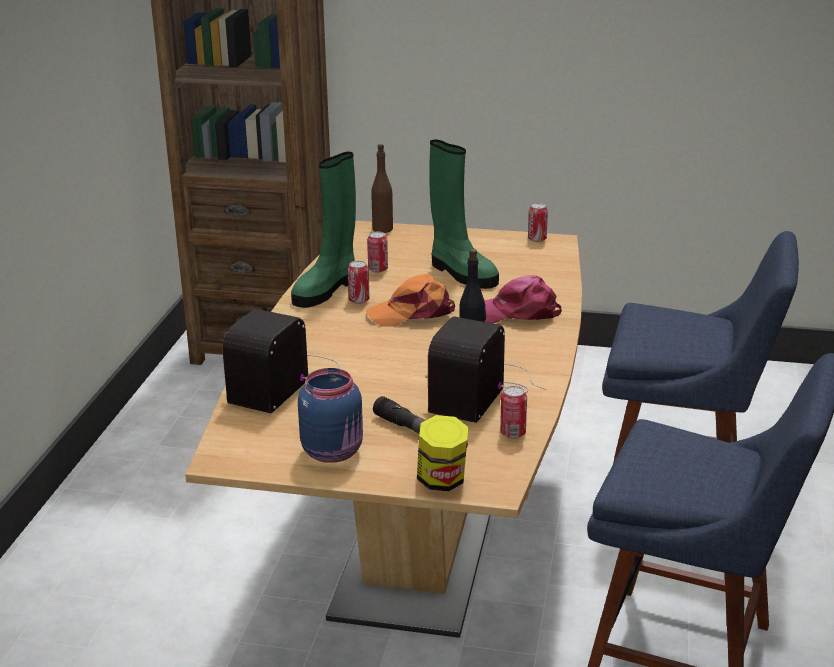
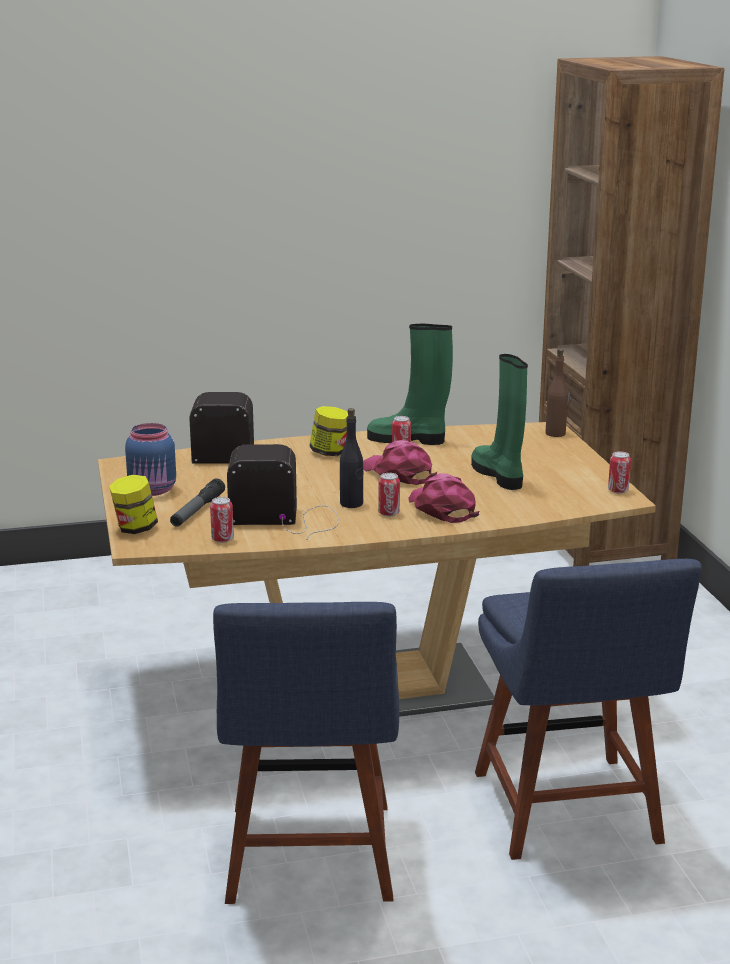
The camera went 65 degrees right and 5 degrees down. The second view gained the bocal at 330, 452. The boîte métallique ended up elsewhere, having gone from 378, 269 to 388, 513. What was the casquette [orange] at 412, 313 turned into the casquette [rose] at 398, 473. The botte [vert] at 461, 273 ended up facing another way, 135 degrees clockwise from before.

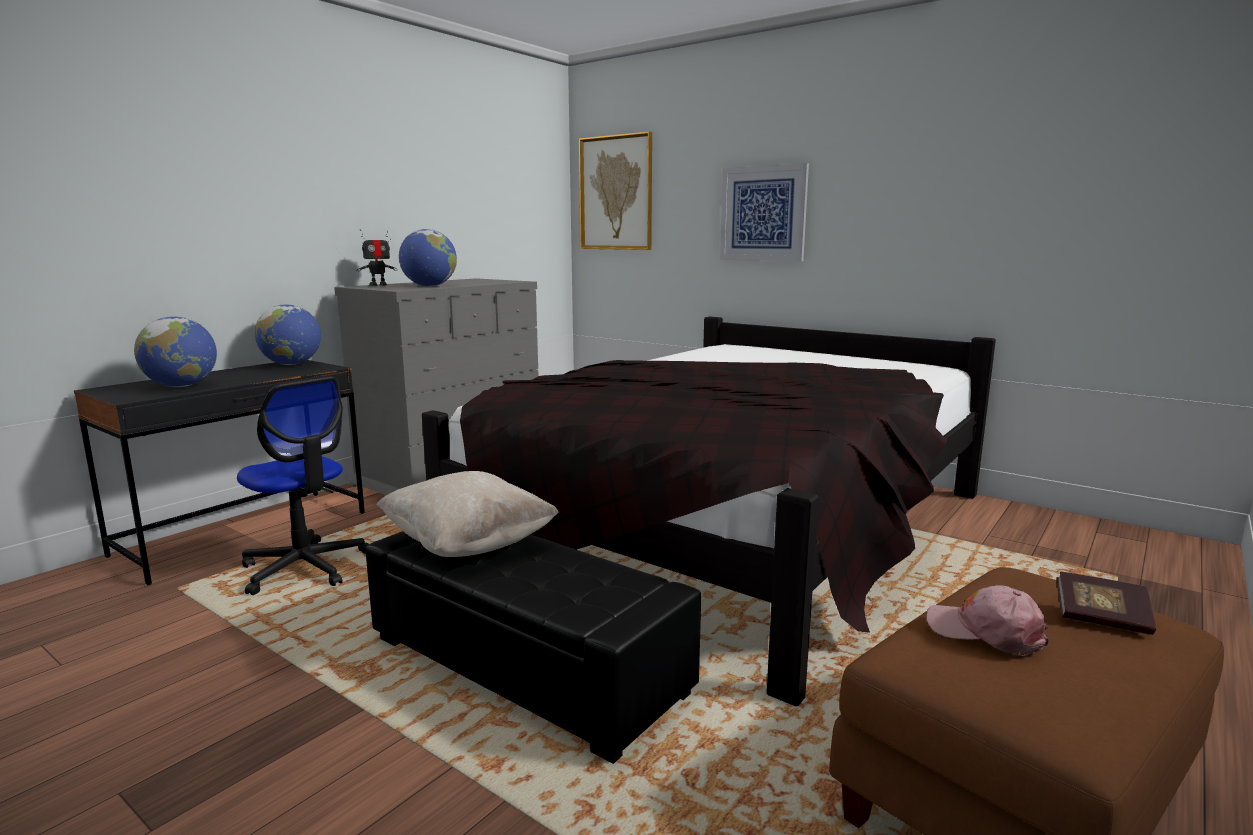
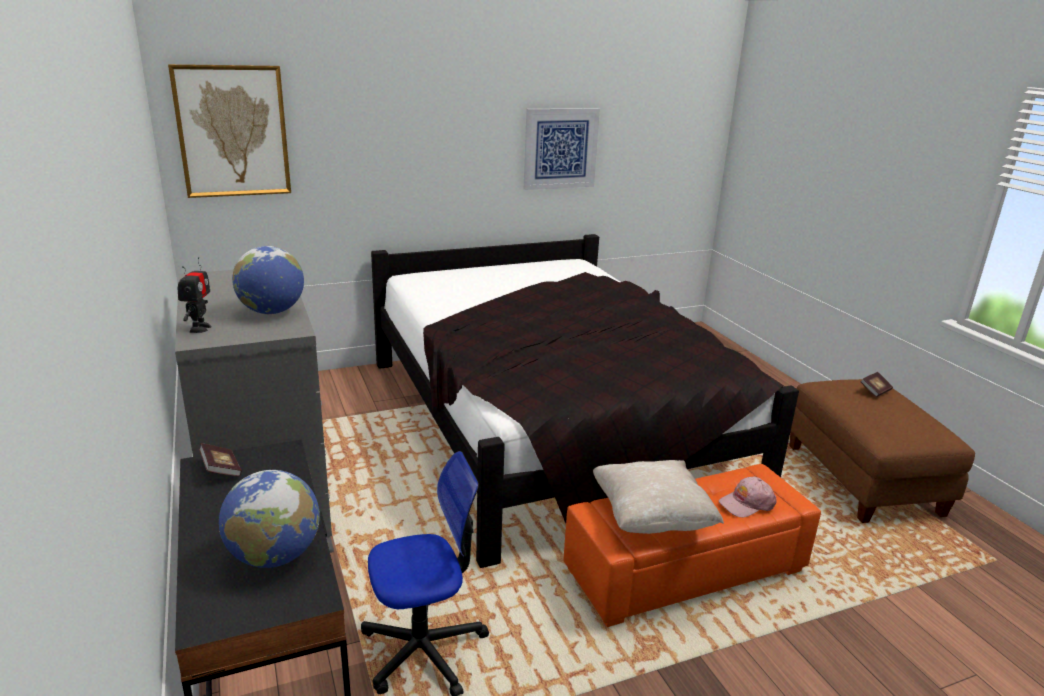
The camera went 60 degrees left and 10 degrees up. The tableau ended up elsewhere, having gone from 763, 214 to 560, 148. The casquette [rose] ended up elsewhere, having gone from 985, 632 to 746, 503. Where the globe stood at 291, 364, the livre came to stand at 221, 470. What was the pouf [noir] at 526, 666 turned into the pouf [orange] at 684, 570.

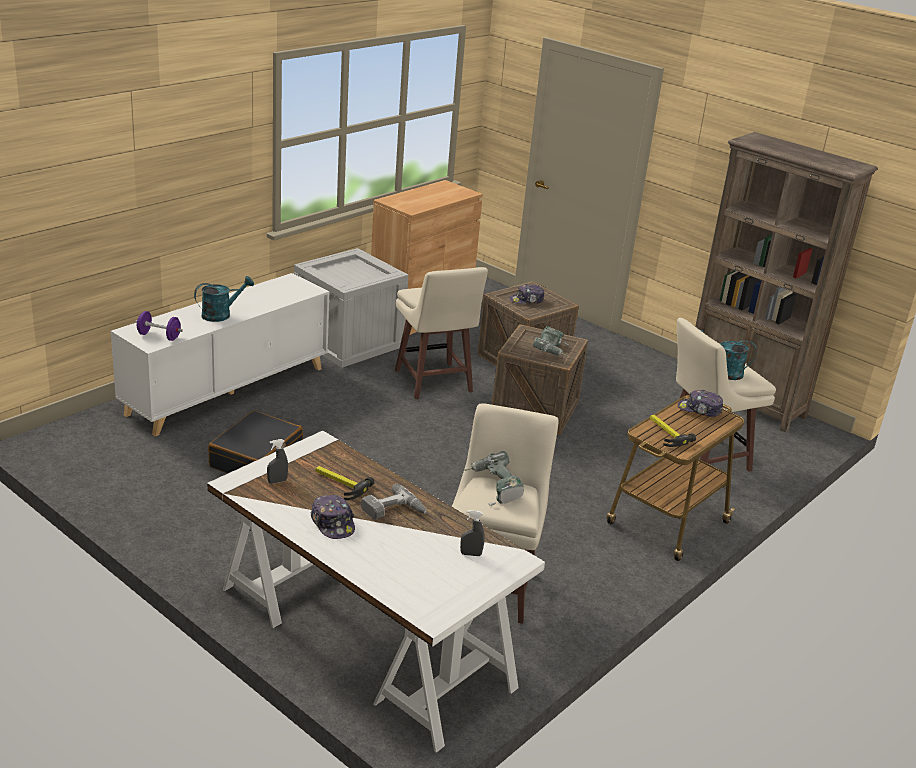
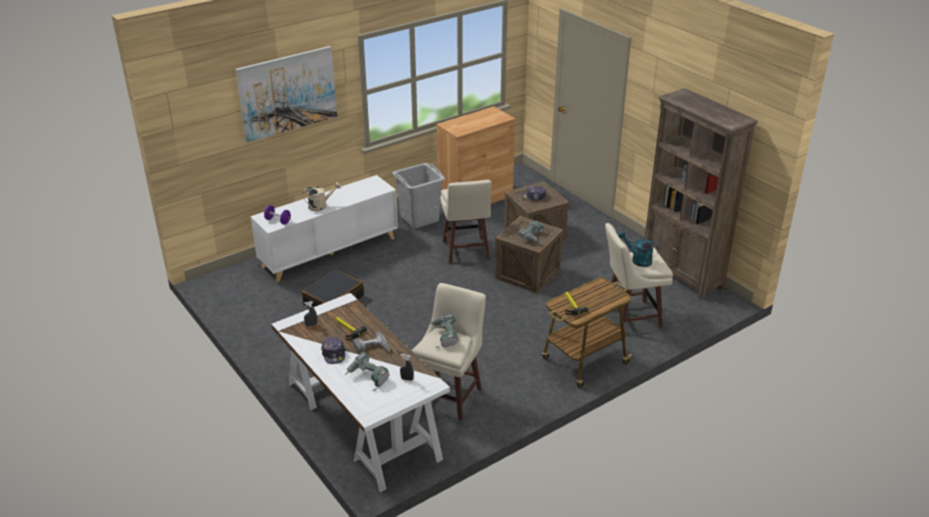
The camera went 15 degrees right and 5 degrees up. The second view lost the casquette at 699, 410. The second view gained the tableau at 287, 93. The second view gained the perceuse at 367, 378. Where the caisse stood at 350, 342, the panier à linge [gris] came to stand at 420, 219. What was the arrosoir [turquoise] at 221, 314 turned into the arrosoir [beige] at 321, 206.

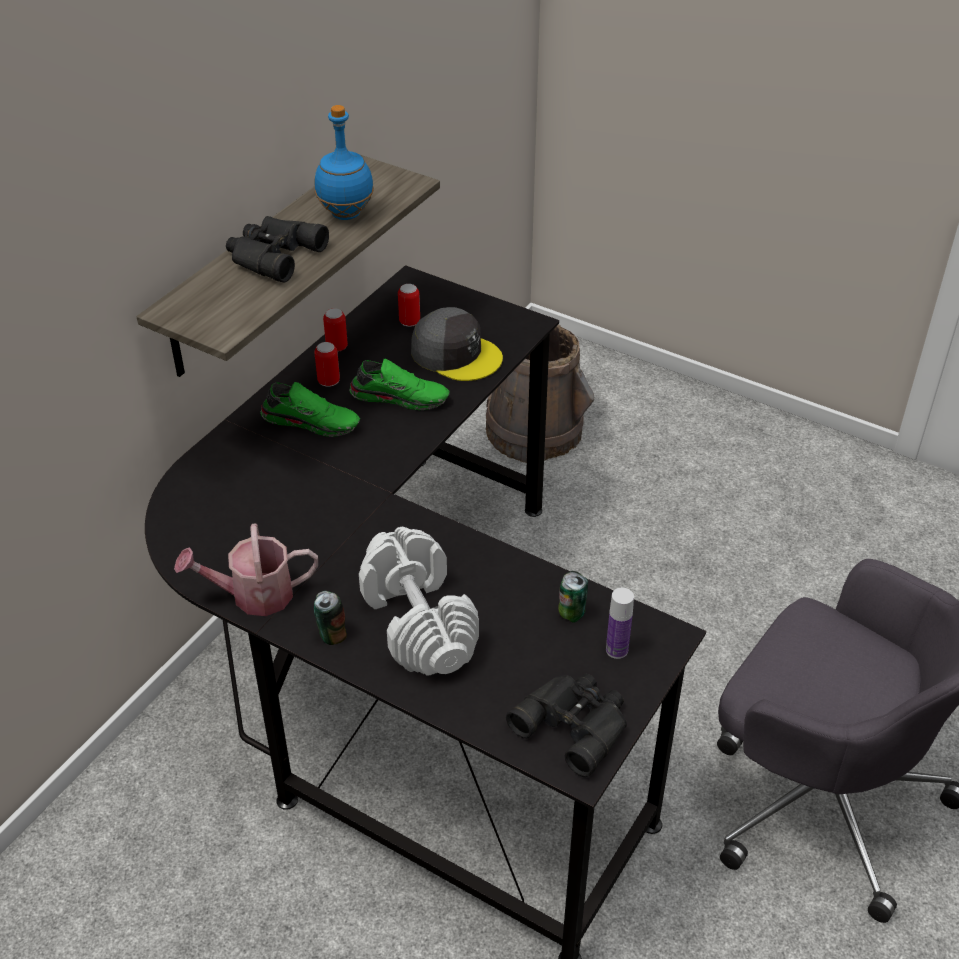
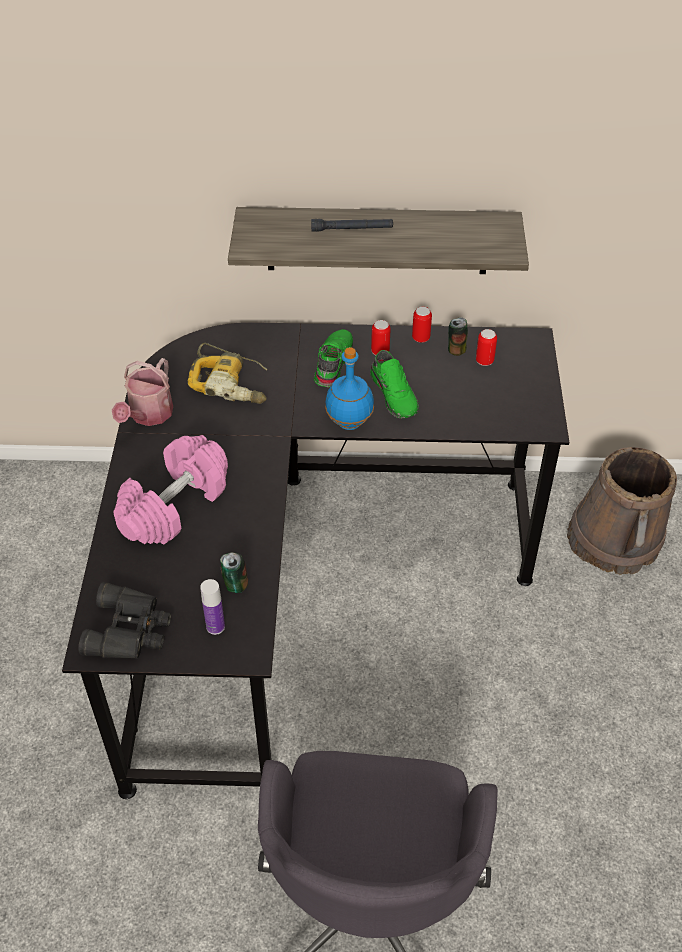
The camera went 60 degrees right and 5 degrees up. The second view lost the casquette [gris] at 456, 354. The second view gained the perceuse at 231, 382. The bouteille [bleu] ended up elsewhere, having gone from 346, 213 to 350, 422. The boîte métallique ended up elsewhere, having gone from 331, 635 to 456, 349. Where the jumelles [noir] stood at 272, 255, the lampe de poche [noir] came to stand at 352, 229. What was the haltère [blanc] at 418, 622 turned into the haltère [rose] at 174, 505. The arrosoir at 253, 595 ended up facing another way, 120 degrees counterclockwise from before. The chaussure [vert] at 312, 421 ended up facing another way, 150 degrees counterclockwise from before.

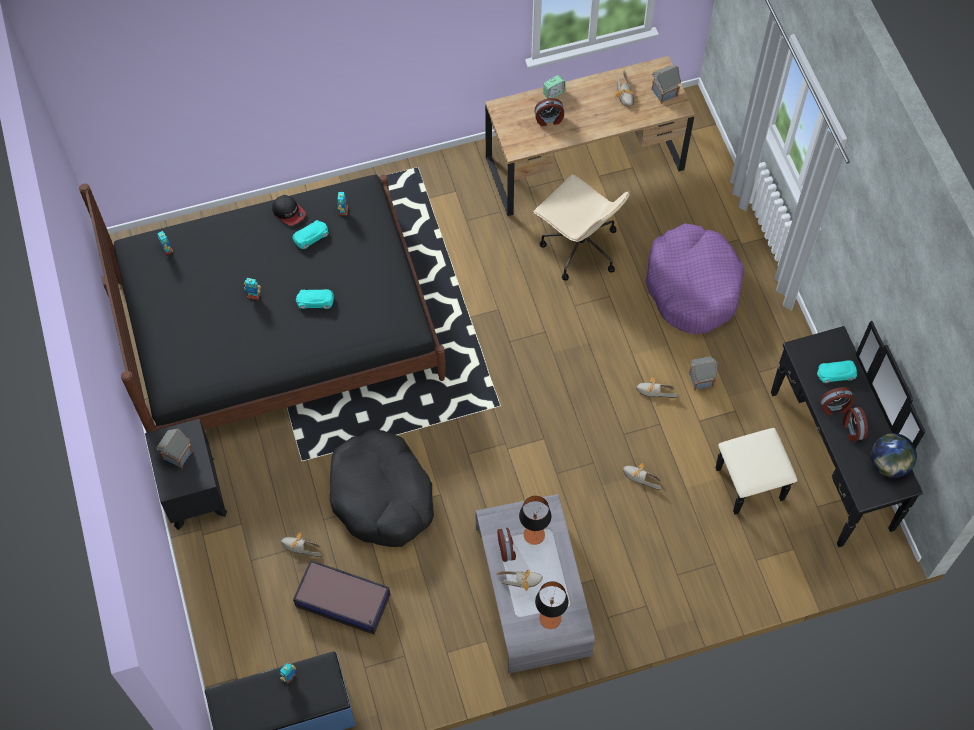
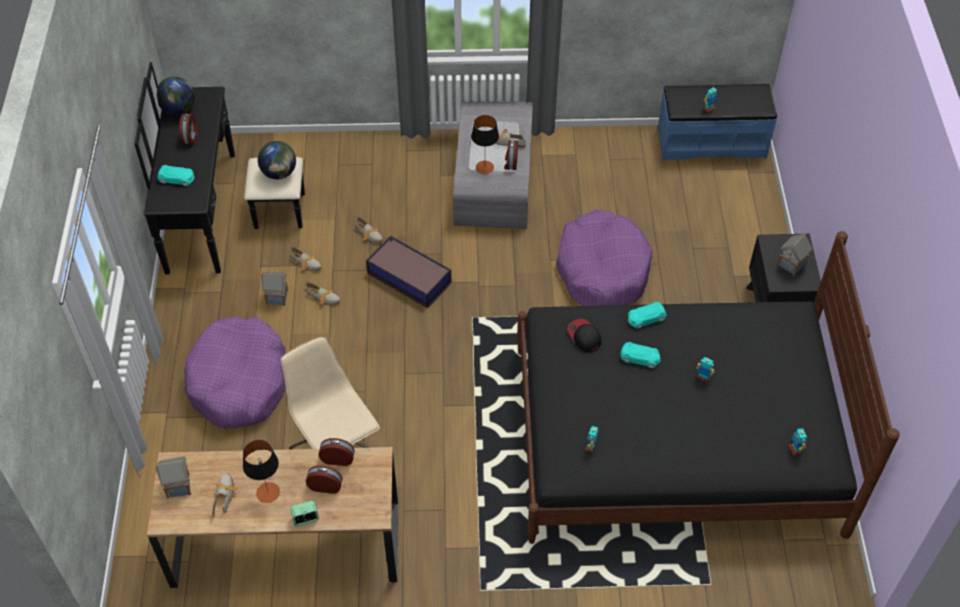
The camera went 165 degrees left and 10 degrees down. The second view gained the globe at 279, 173. The casquette ended up elsewhere, having gone from 289, 212 to 584, 336. The chaussure ended up elsewhere, having gone from 300, 546 to 307, 263. The petite voiture [turquoise] ended up elsewhere, having gone from 311, 236 to 646, 318. The boîte de rangement ended up elsewhere, having gone from 344, 601 to 408, 277. The lampe de table ended up elsewhere, having gone from 550, 618 to 268, 492. The réveil ended up elsewhere, having gone from 834, 407 to 338, 458. What was the panier pour chien [noir] at 382, 495 turned into the panier pour chien [violet] at 602, 270.

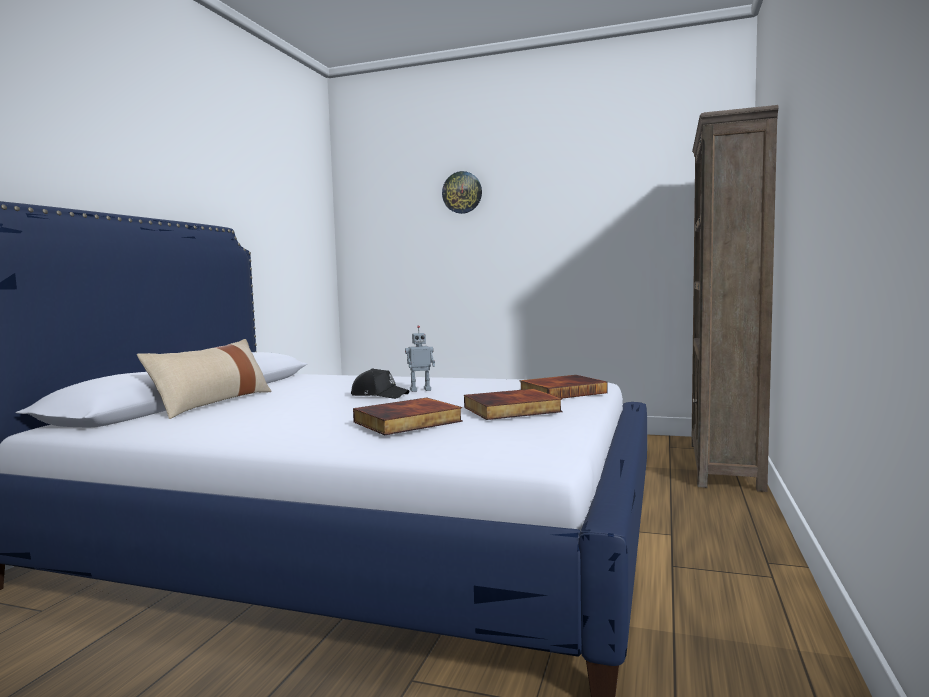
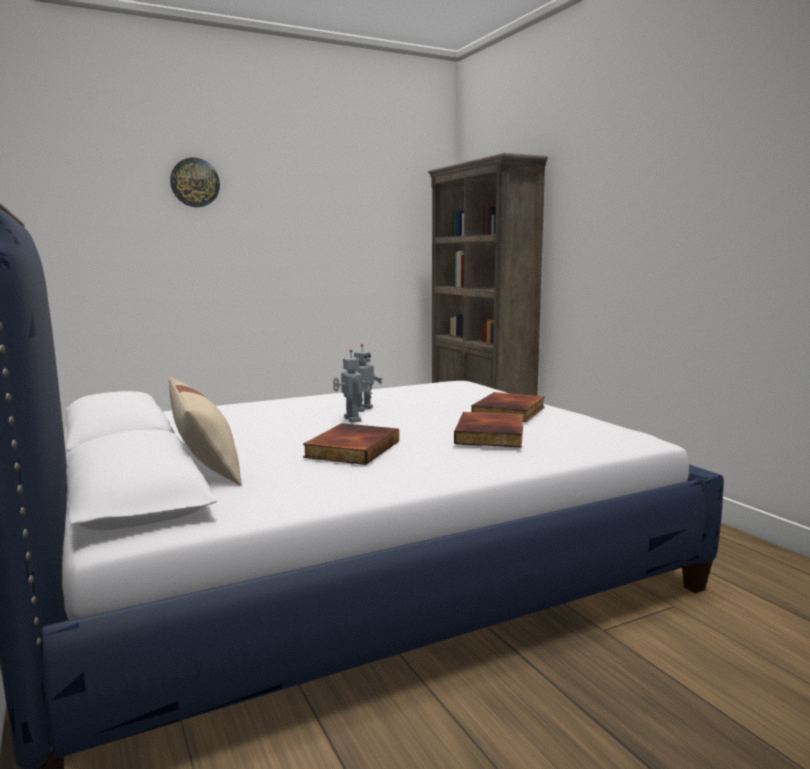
The camera went 45 degrees left and 5 degrees up. The livre ended up elsewhere, having gone from 562, 392 to 351, 448. Where the casquette [noir] stood at 379, 395, the robot jouet came to stand at 351, 419.

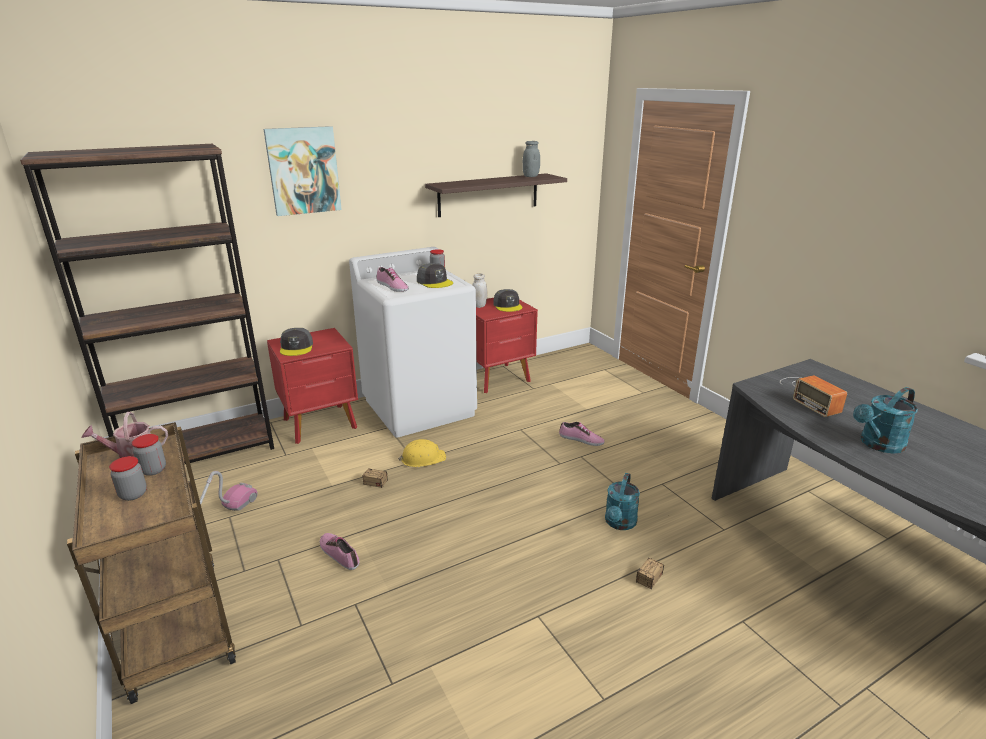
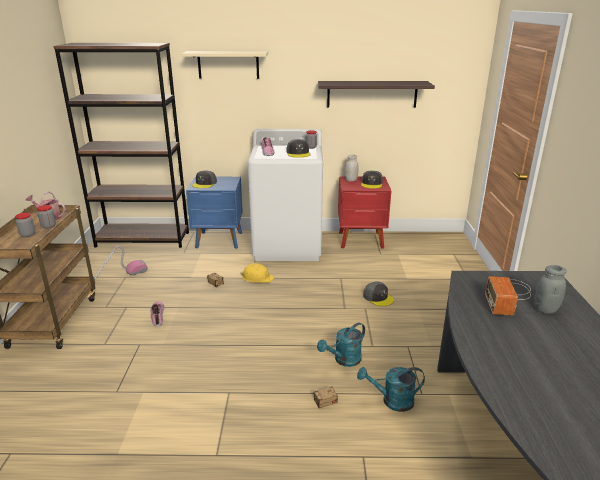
The camera went 30 degrees right and 0 degrees up. The bocal [gris] ended up elsewhere, having gone from 530, 176 to 545, 309. The arrosoir [turquoise] ended up elsewhere, having gone from 878, 445 to 392, 401. Where the tableau hung at 303, 171, the étagère [beige] came to hang at 228, 64. Where the chaussure stood at 581, 439, the casquette [gris] came to stand at 378, 297. What was the table de chevet [rouge] at 321, 424 turned into the table de chevet [bleu] at 219, 240.

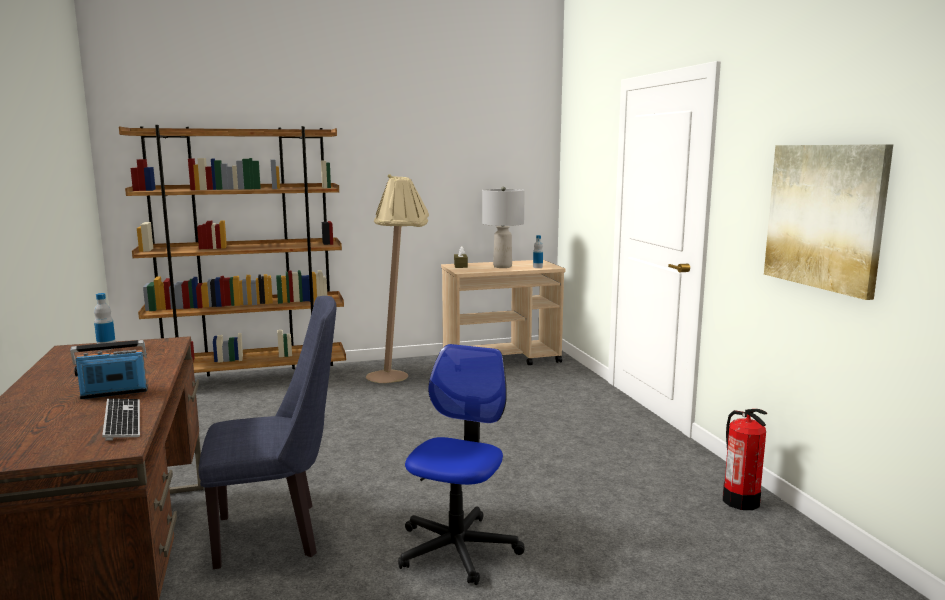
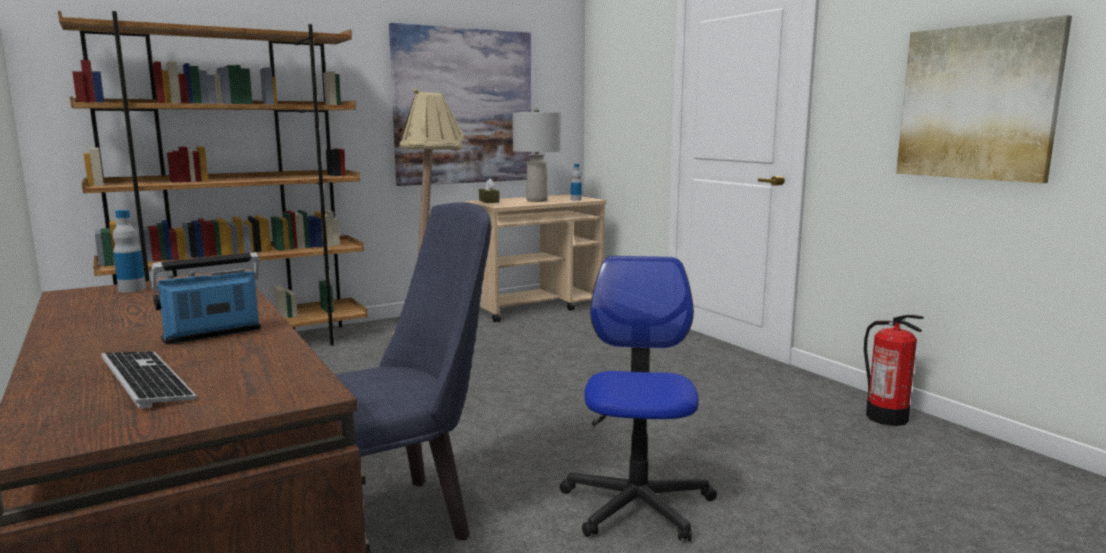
The camera went 15 degrees left and 0 degrees up. The second view gained the tableau at 464, 107. The clavier ended up elsewhere, having gone from 122, 420 to 146, 380.

